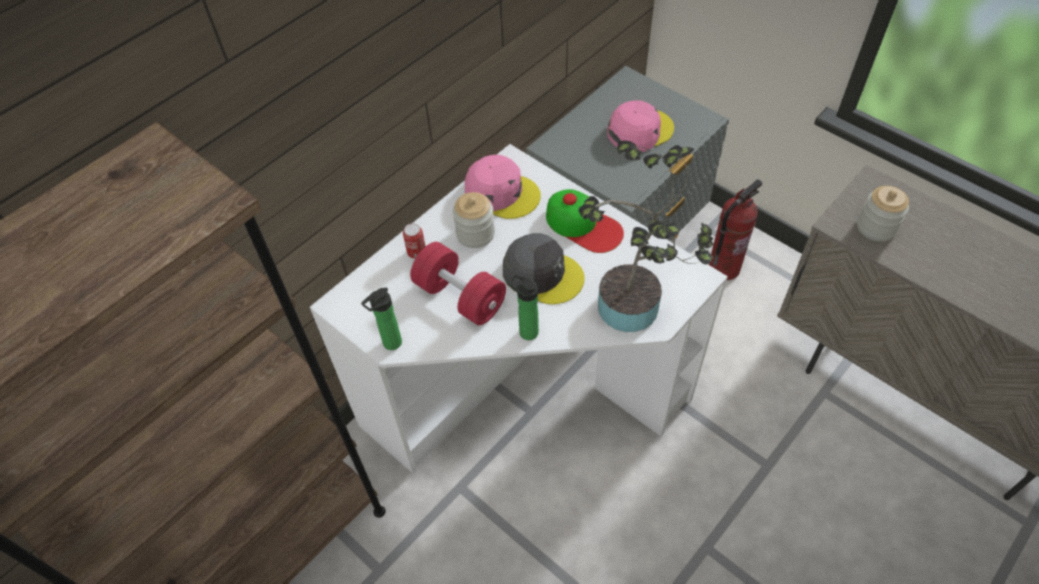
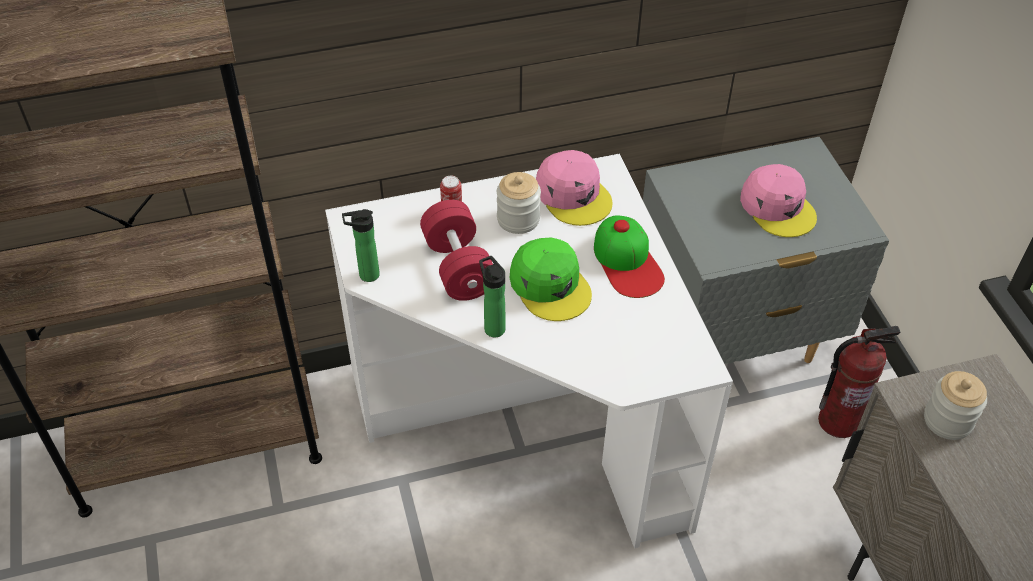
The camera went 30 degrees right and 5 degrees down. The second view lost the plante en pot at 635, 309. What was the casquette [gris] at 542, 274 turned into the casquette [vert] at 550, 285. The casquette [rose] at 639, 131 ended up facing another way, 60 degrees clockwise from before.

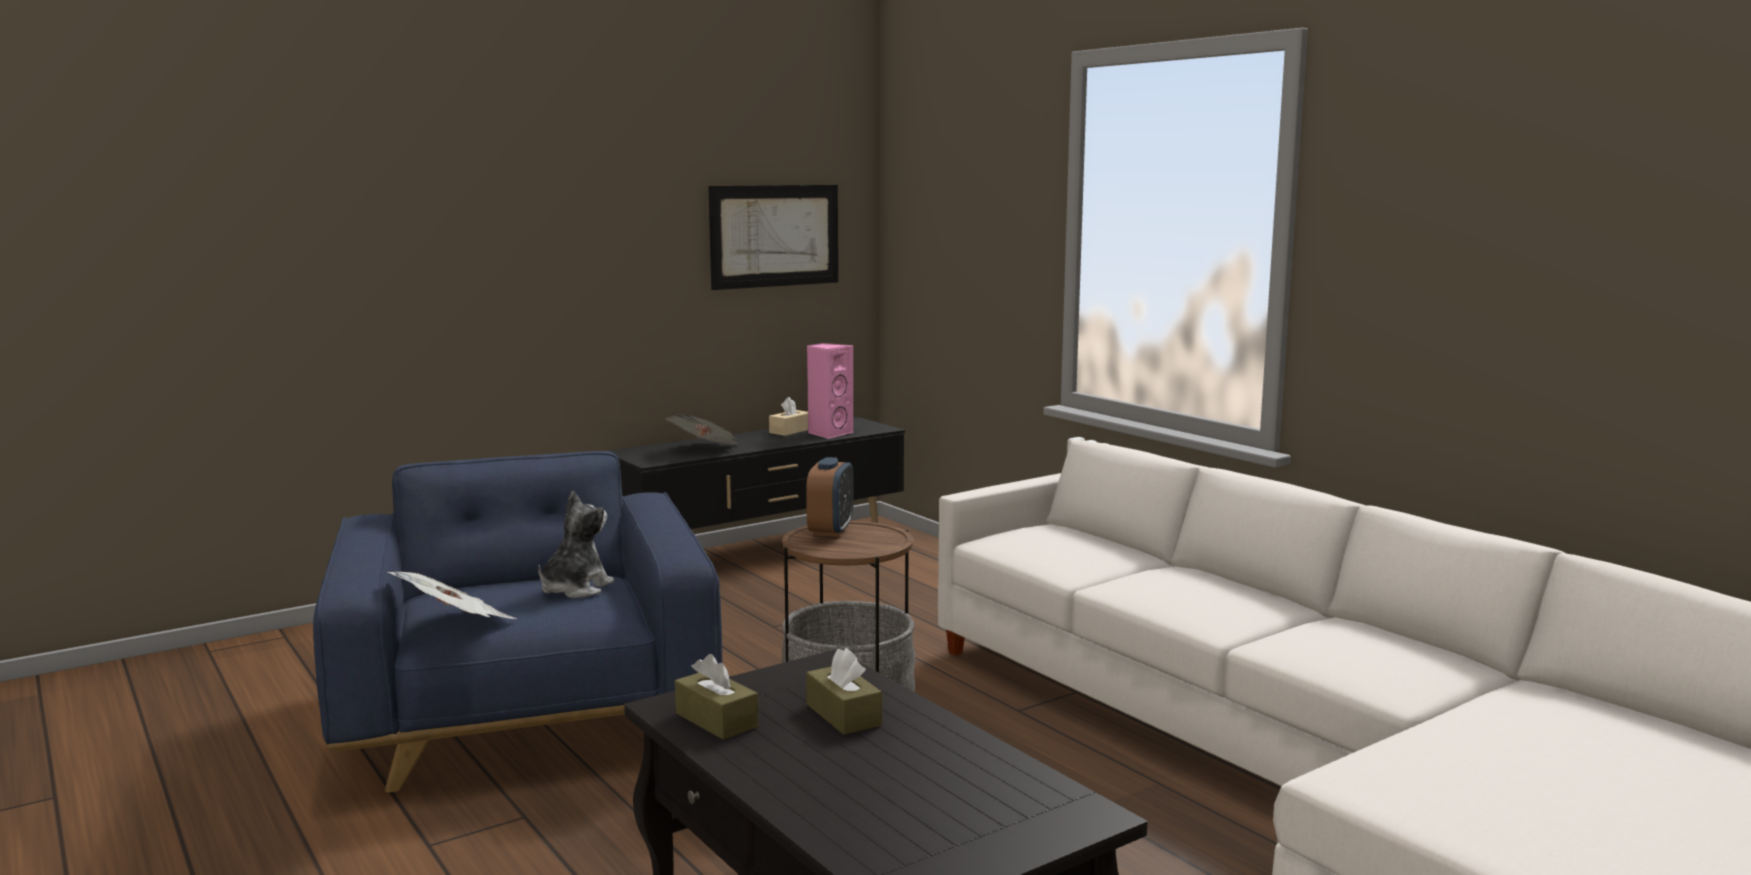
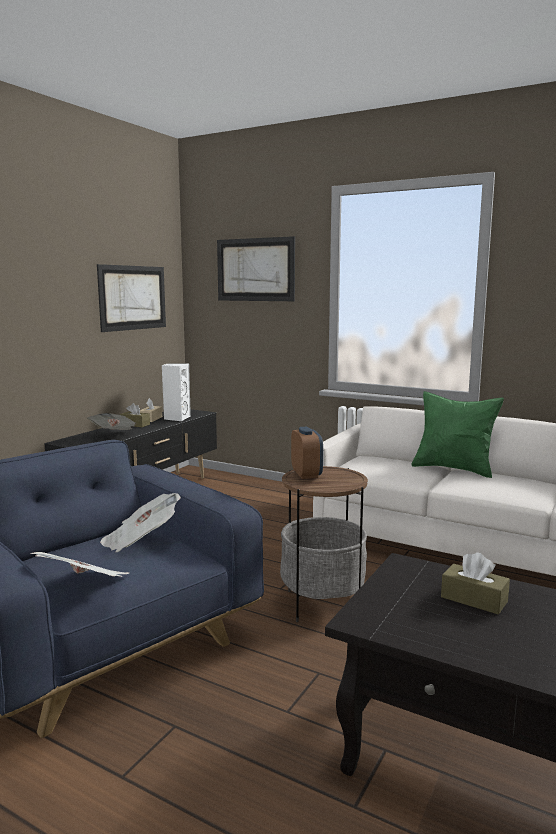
The camera went 25 degrees left and 0 degrees up. The second view gained the tableau at 255, 269. The second view gained the coussin [vert] at 454, 469. The boîte à mouchoirs [marron] ended up elsewhere, having gone from 716, 720 to 135, 424. Where the peluche stood at 575, 589, the journal came to stand at 140, 541. What was the enceinte [rose] at 829, 433 turned into the enceinte [blanc] at 177, 418.

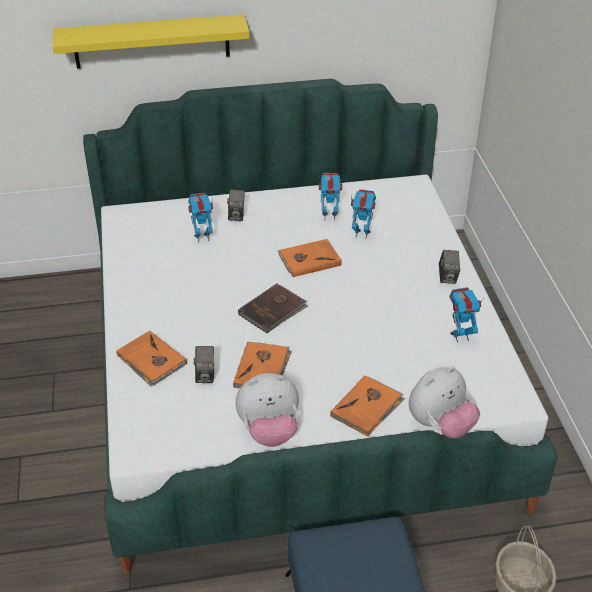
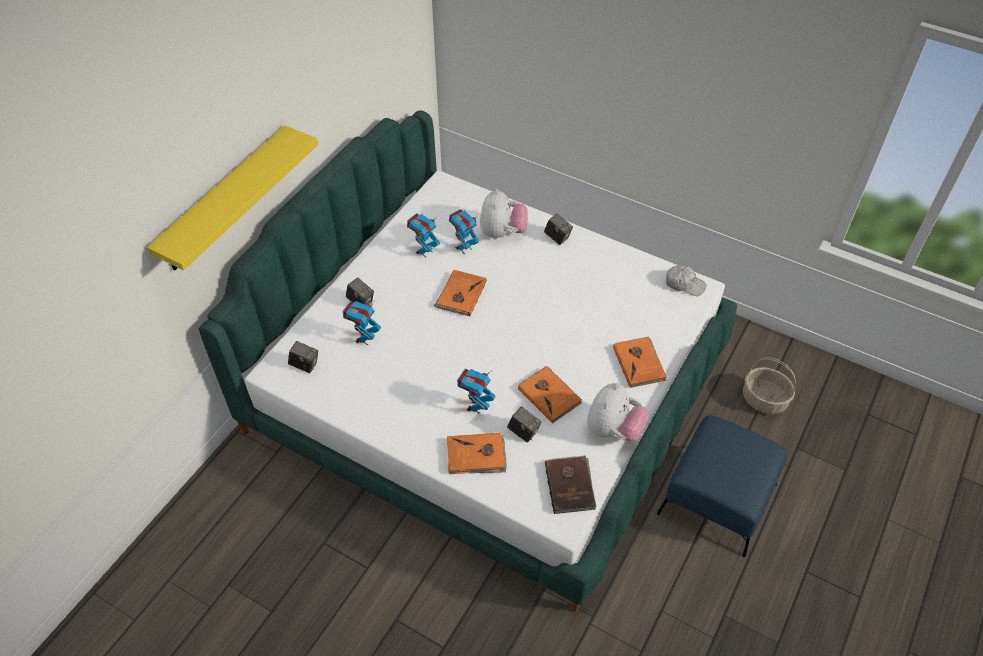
The camera went 50 degrees left and 10 degrees up. The second view gained the appareil photo at 305, 365. The second view gained the casquette [blanc] at 684, 284. The livre [marron] ended up elsewhere, having gone from 273, 310 to 570, 485. The peluche ended up elsewhere, having gone from 440, 425 to 502, 232. The robot jouet ended up elsewhere, having gone from 460, 336 to 476, 407.

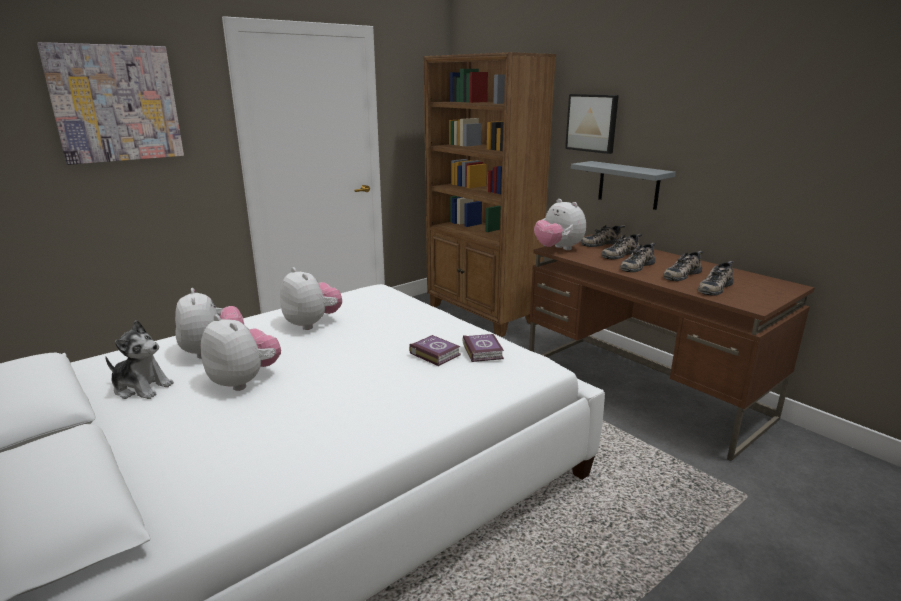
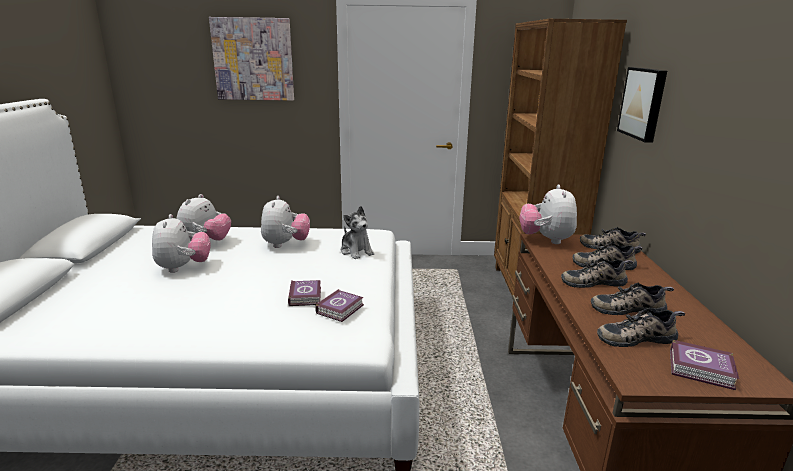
The camera went 40 degrees right and 0 degrees up. The second view lost the étagère [gris] at 628, 185. The second view gained the livre at 702, 370. The peluche ended up elsewhere, having gone from 141, 387 to 356, 251.

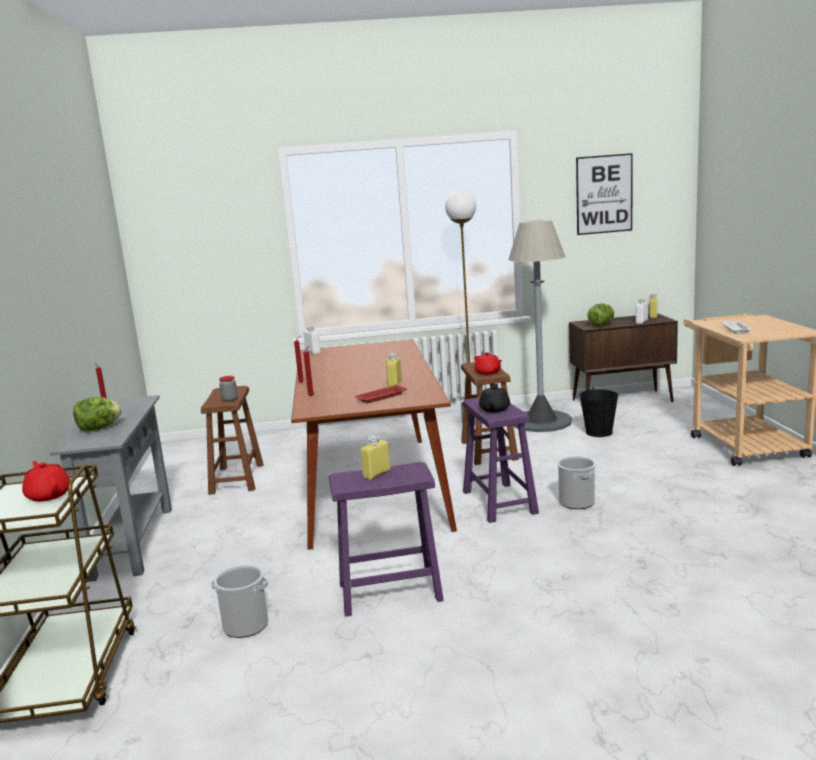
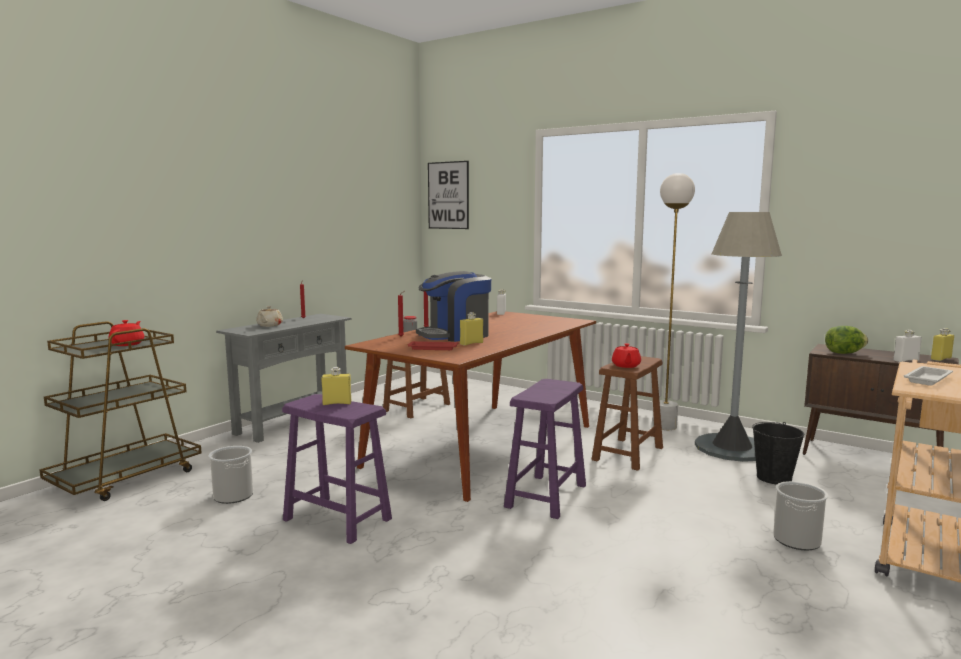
The camera went 40 degrees right and 5 degrees down. The second view lost the théière [noir] at 495, 409. The second view gained the machine à café at 455, 335. The seau ended up elsewhere, having gone from 577, 502 to 797, 540. The tableau ended up elsewhere, having gone from 604, 194 to 448, 195. Where the laitue stood at 99, 428, the théière [beige] came to stand at 269, 325.

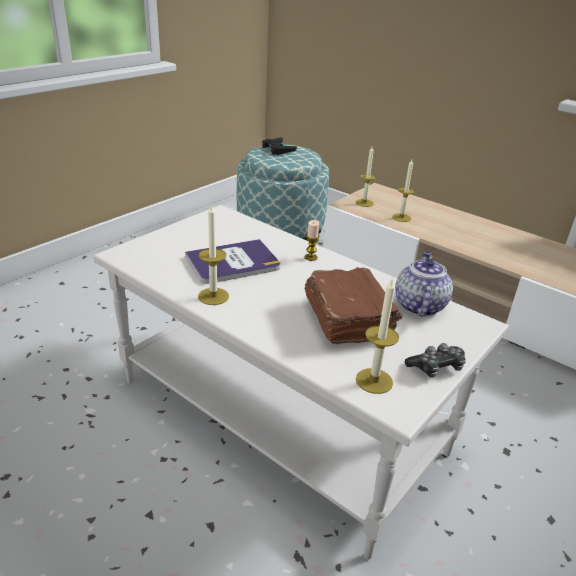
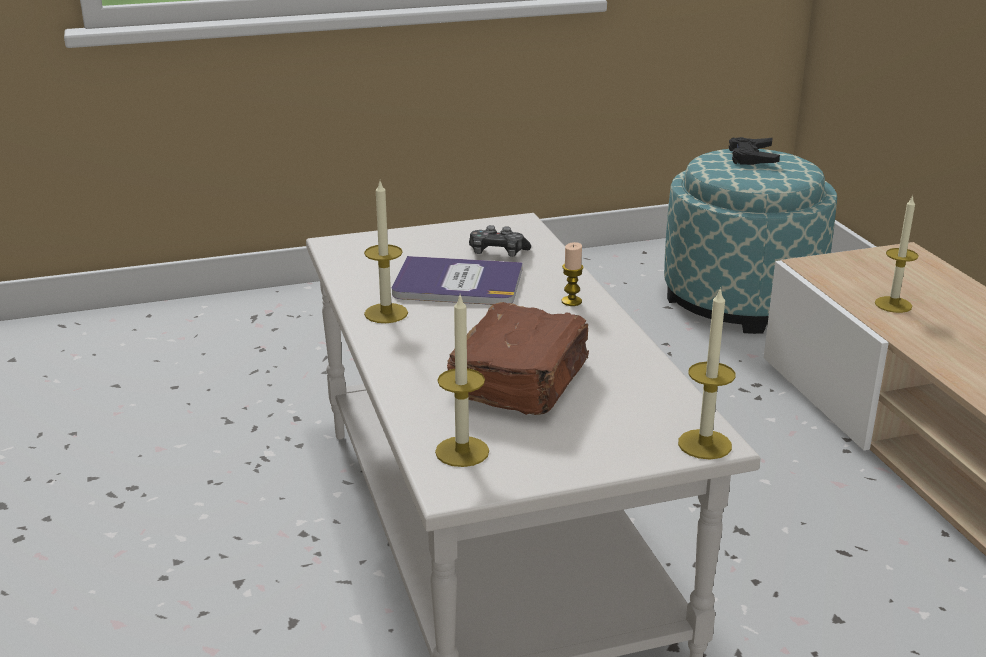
The camera went 35 degrees right and 5 degrees down. The second view lost the théière at 419, 305. The bougie ended up elsewhere, having gone from 364, 203 to 704, 444. The manette ended up elsewhere, having gone from 436, 367 to 497, 253.

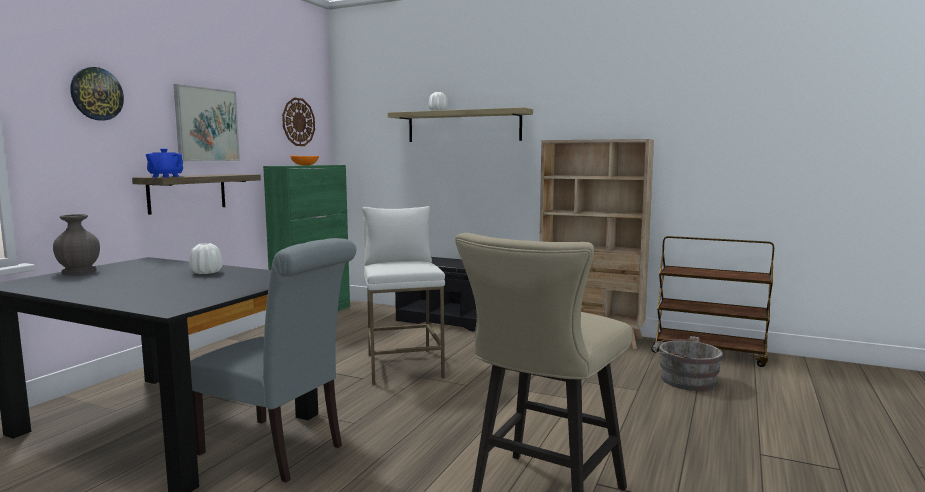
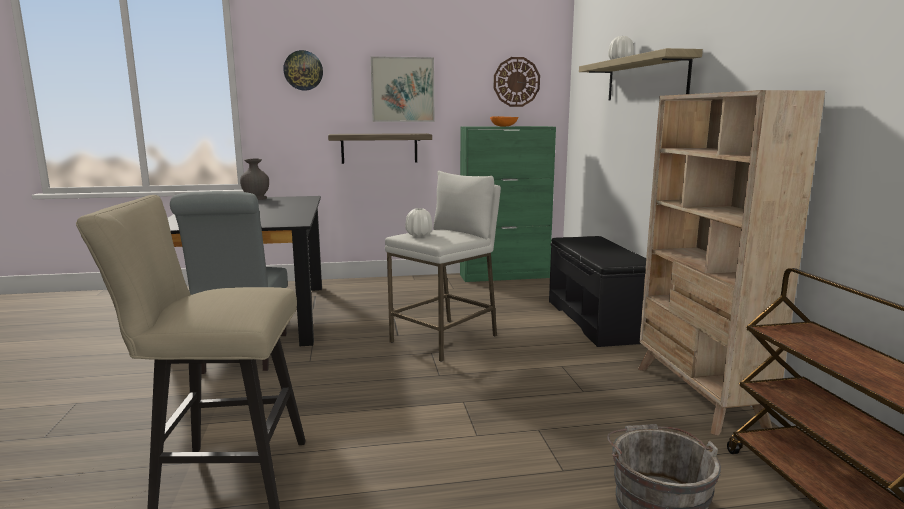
The camera went 55 degrees right and 5 degrees up. The second view lost the théière [bleu] at 165, 176. The vase [blanc] ended up elsewhere, having gone from 206, 272 to 419, 234.

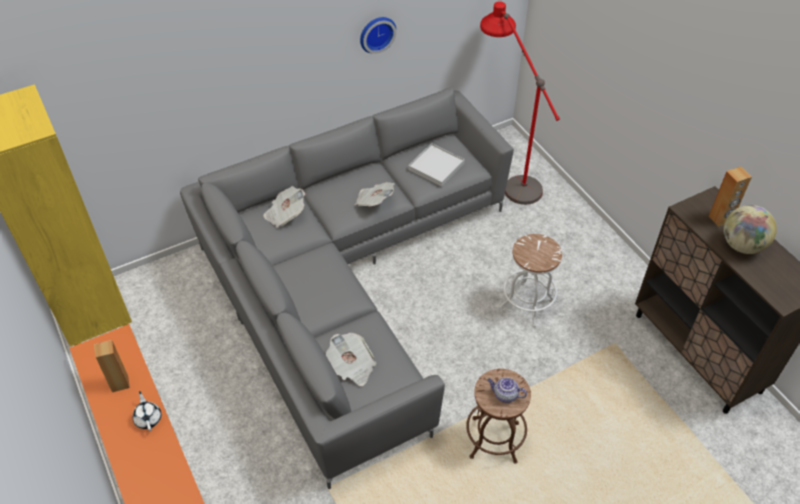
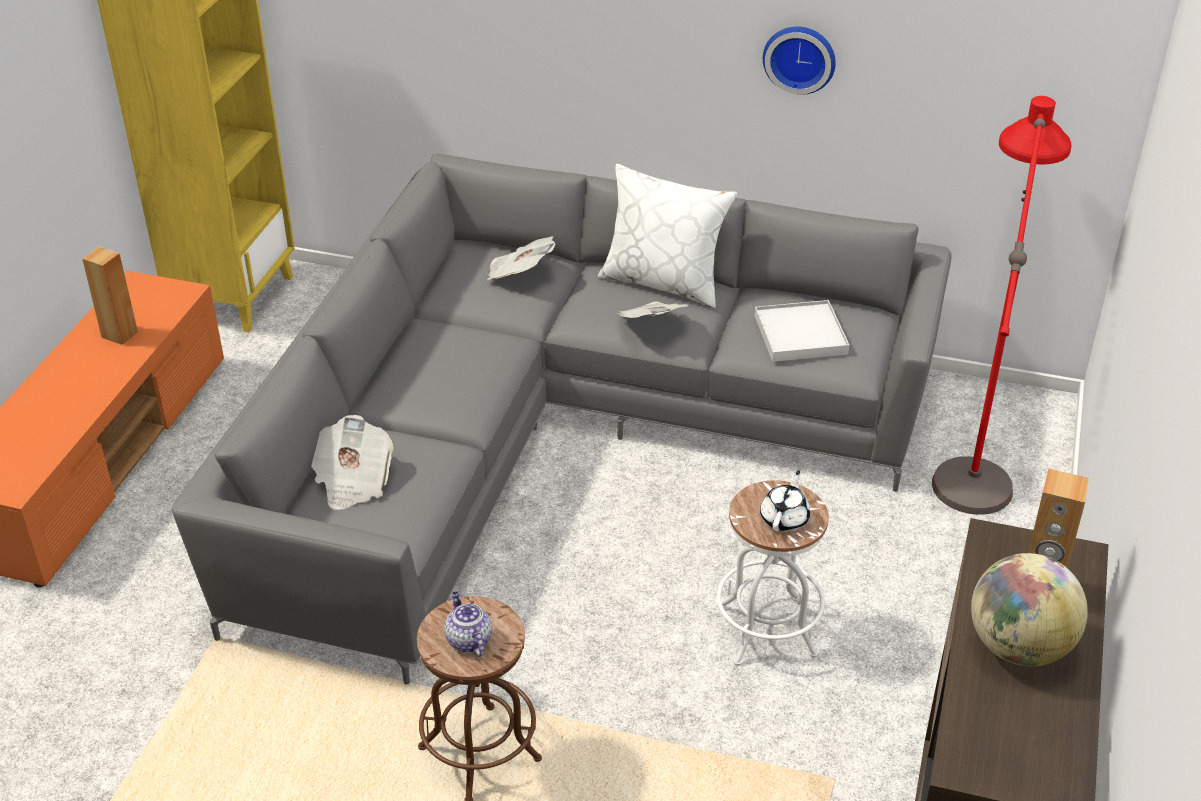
The camera went 45 degrees right and 10 degrees down. The second view gained the coussin [blanc] at 664, 282. The théière [blanc] ended up elsewhere, having gone from 148, 418 to 785, 518.

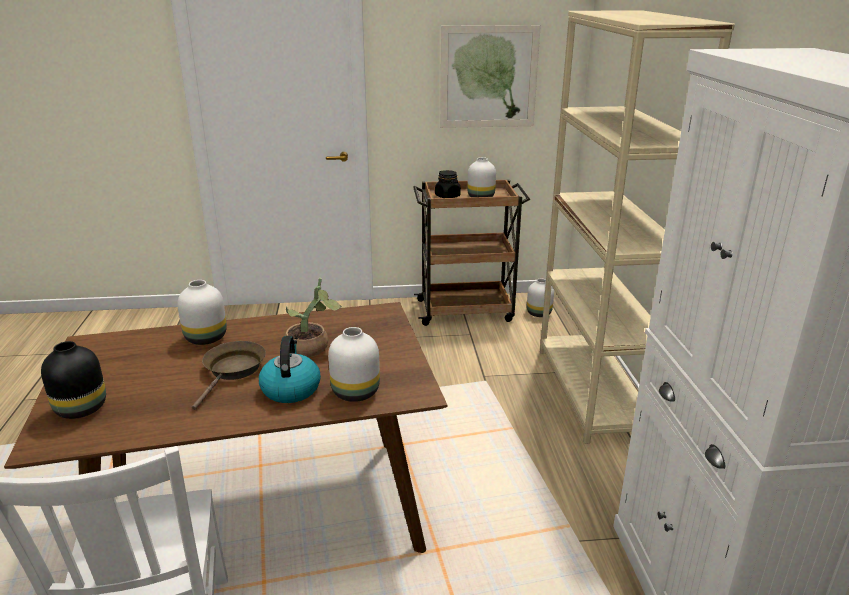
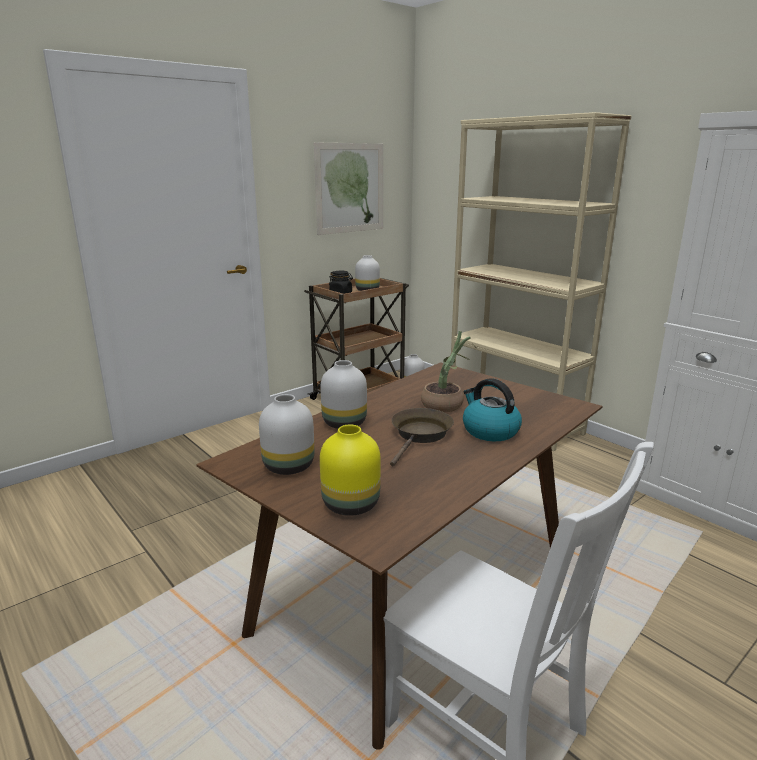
The camera went 35 degrees left and 5 degrees down. The vase [blanc] ended up elsewhere, having gone from 354, 392 to 287, 466. What was the vase [noir] at 79, 409 turned into the vase [jaune] at 350, 505. The poêle [marron] at 233, 371 ended up facing another way, 45 degrees clockwise from before.

